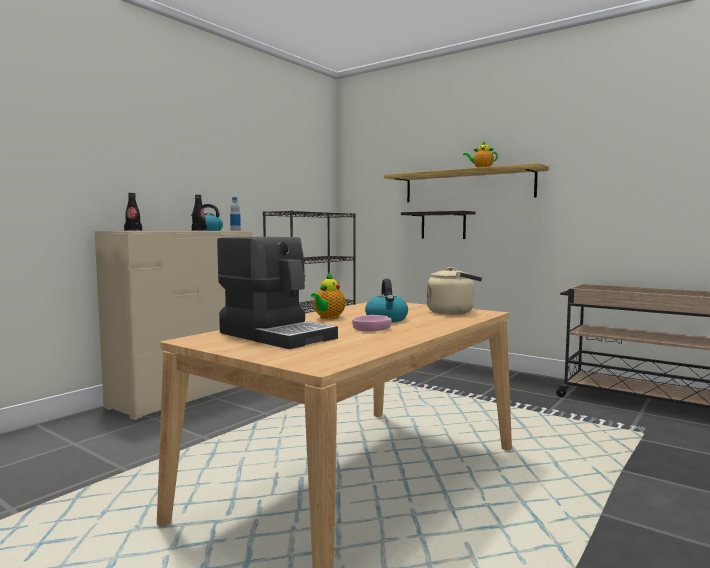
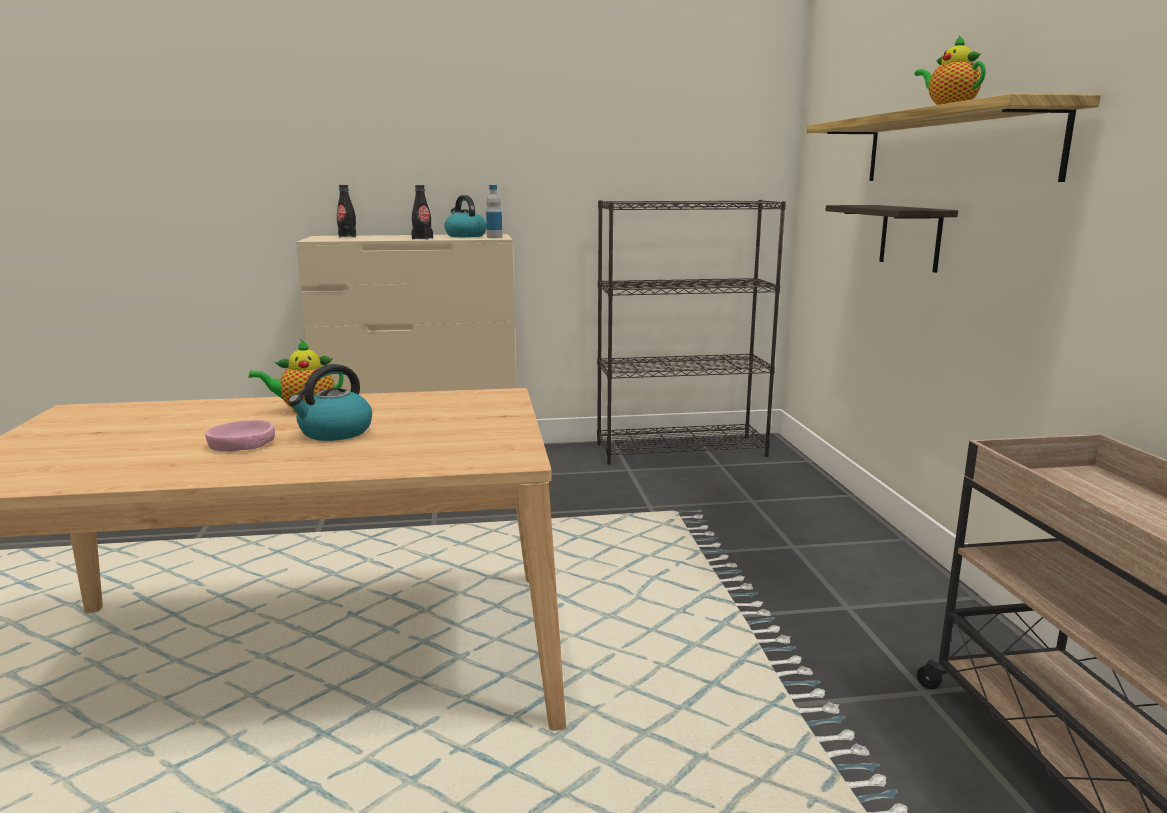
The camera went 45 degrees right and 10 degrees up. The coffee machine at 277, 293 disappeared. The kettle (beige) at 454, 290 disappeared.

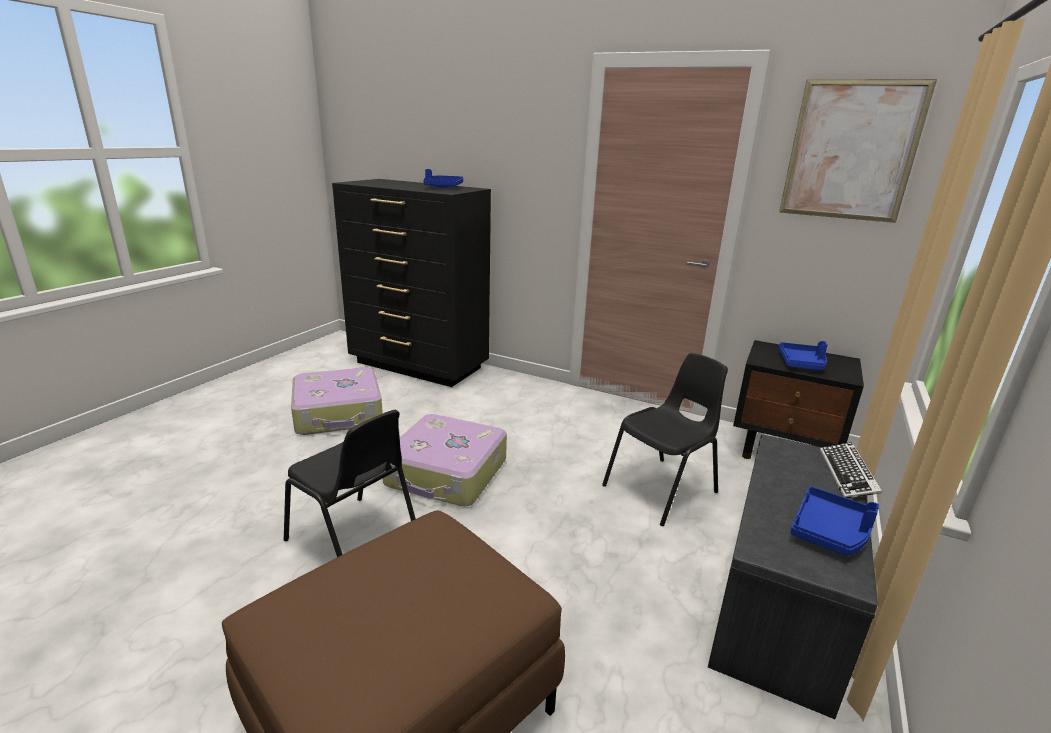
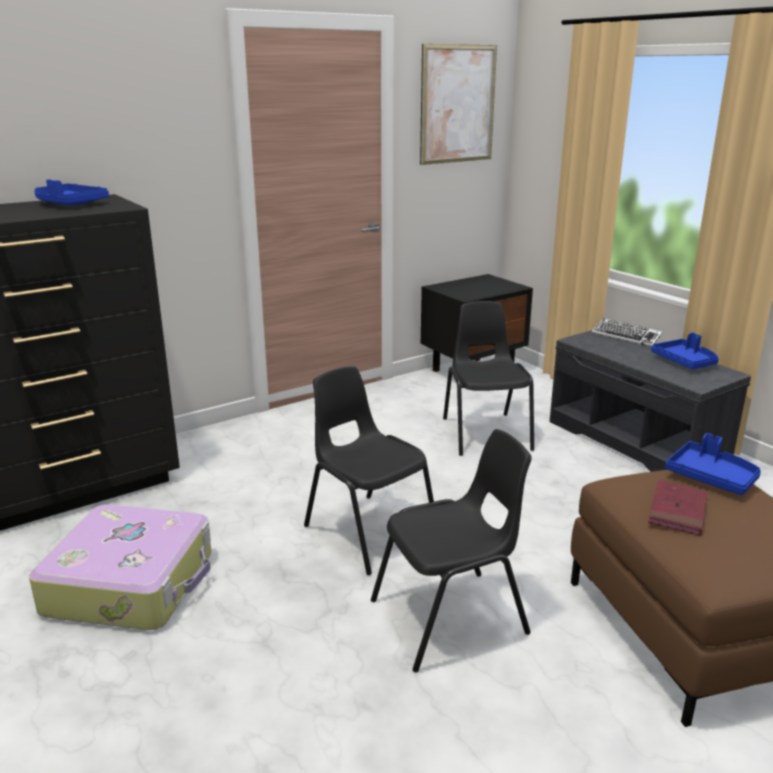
The camera went 60 degrees left and 0 degrees up. The tray (blue) moved from 803, 355 to 713, 464. The suitcase at 444, 460 was replaced by the chair (black) at 369, 470. The book (red) at 677, 507 appeared.

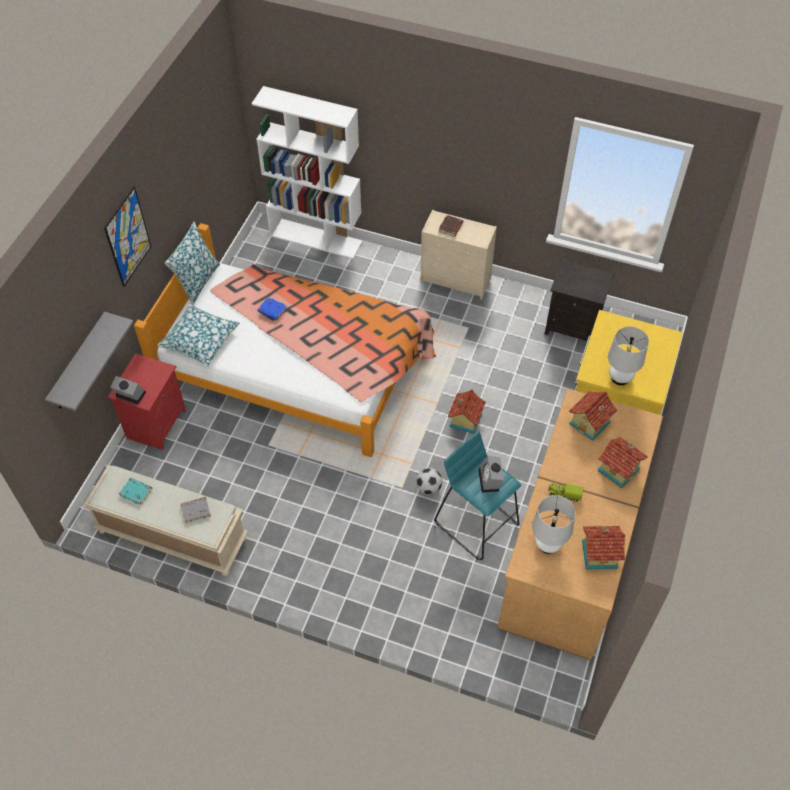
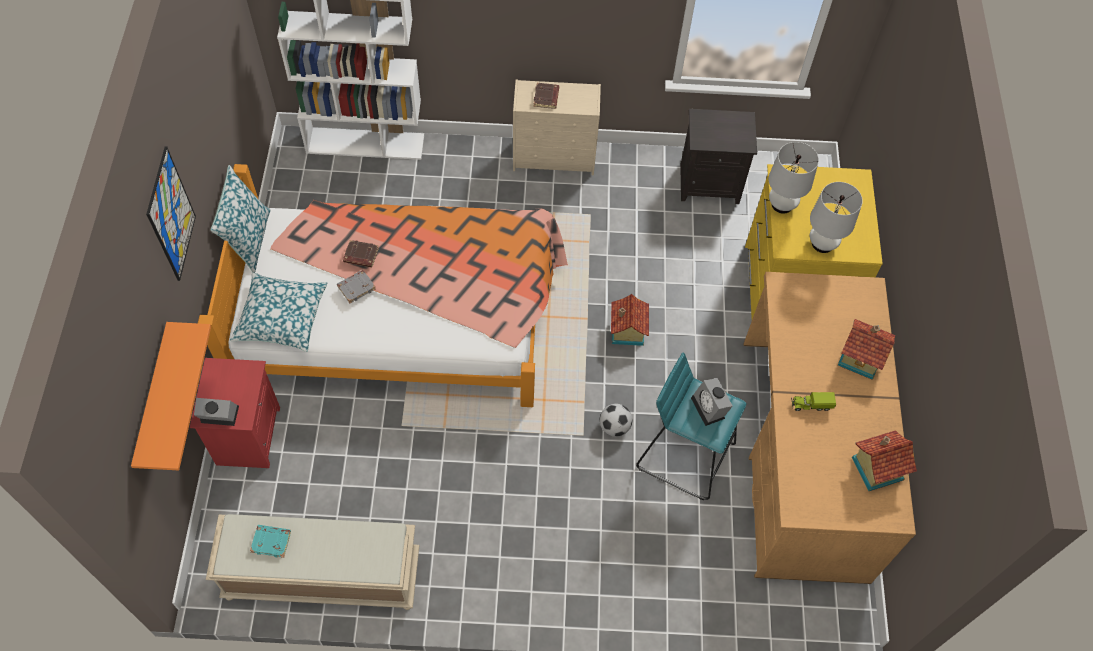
The camera went 20 degrees left and 5 degrees up. The book (blue) at 272, 308 became the book (brown) at 361, 254. The shelf (grey) at 89, 361 became the shelf (orange) at 171, 396. The toy house at 593, 416 disappeared. The table lamp (white) moved from 553, 524 to 793, 178. The book (grey) moved from 196, 510 to 356, 286.

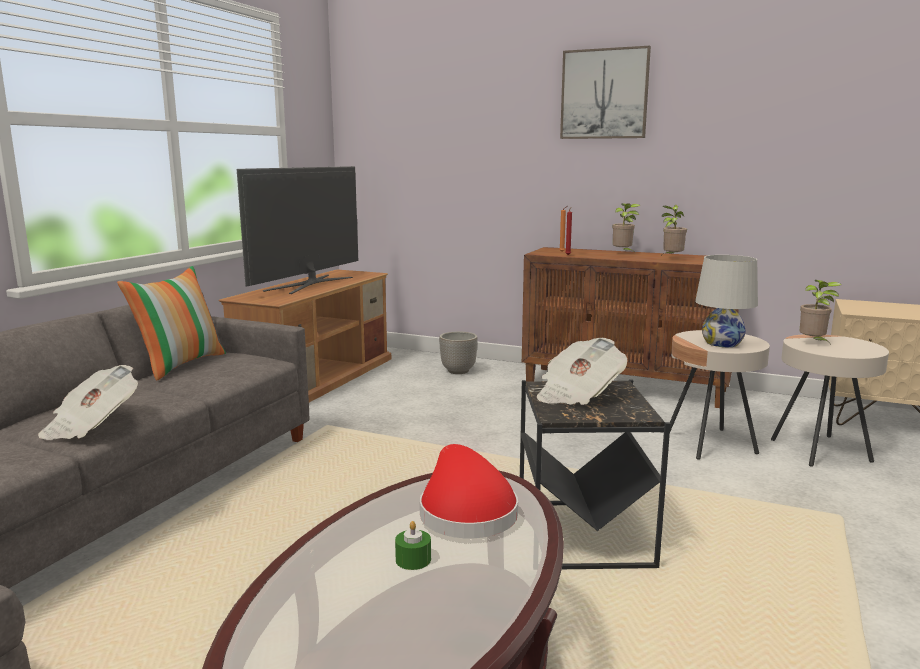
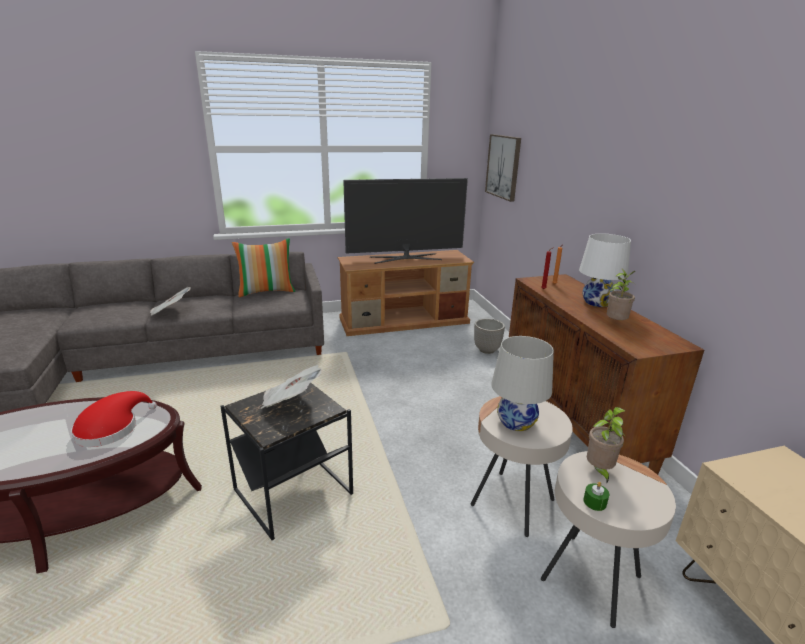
The camera went 50 degrees right and 10 degrees up. The picture moved from 605, 92 to 503, 168. The potted plant at 626, 227 was replaced by the table lamp (white) at 605, 270. The candle (green) moved from 413, 545 to 596, 496.

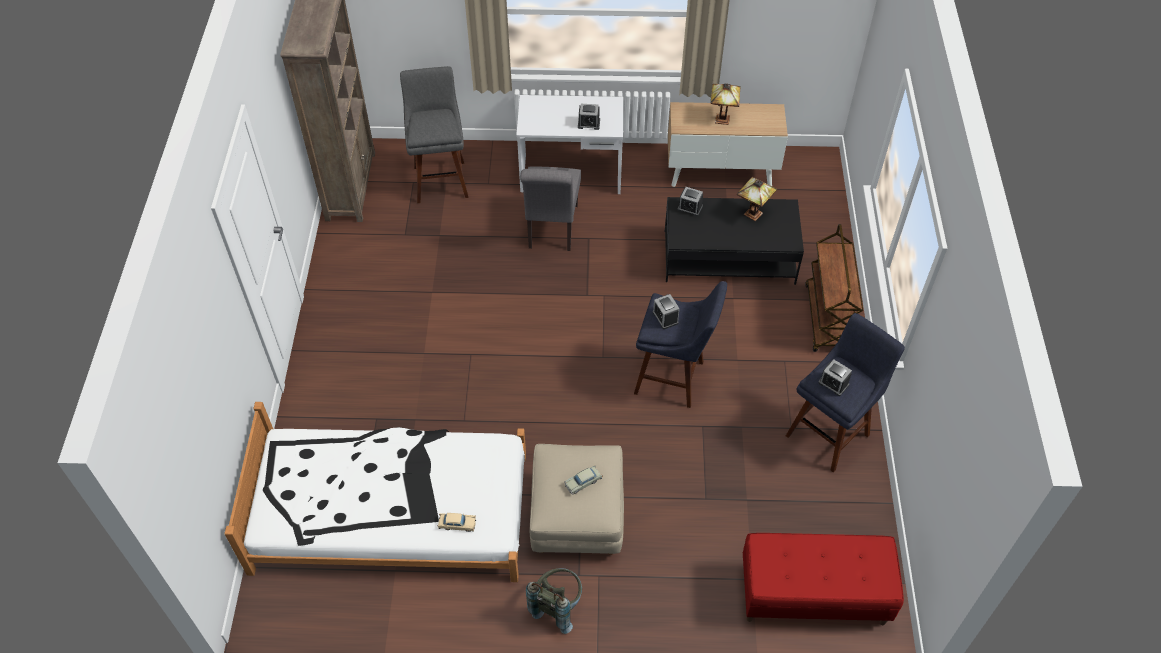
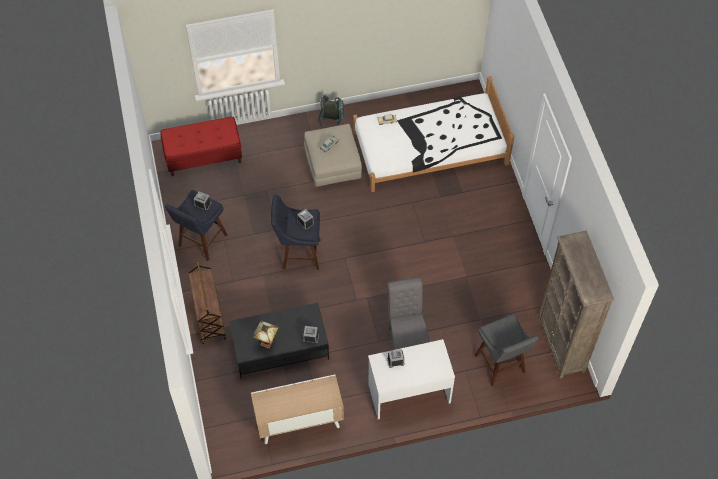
The camera went 165 degrees right and 5 degrees up. The table lamp at 726, 104 disappeared.

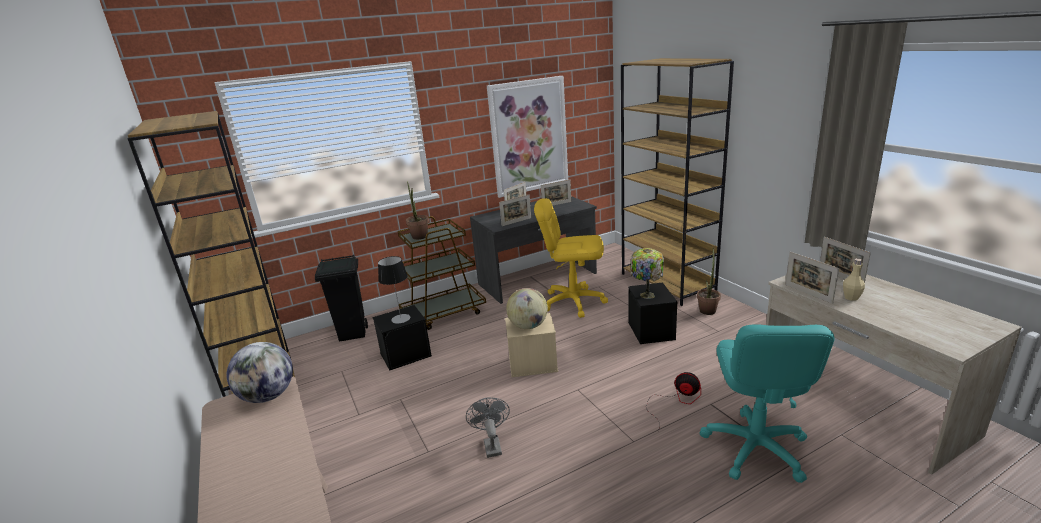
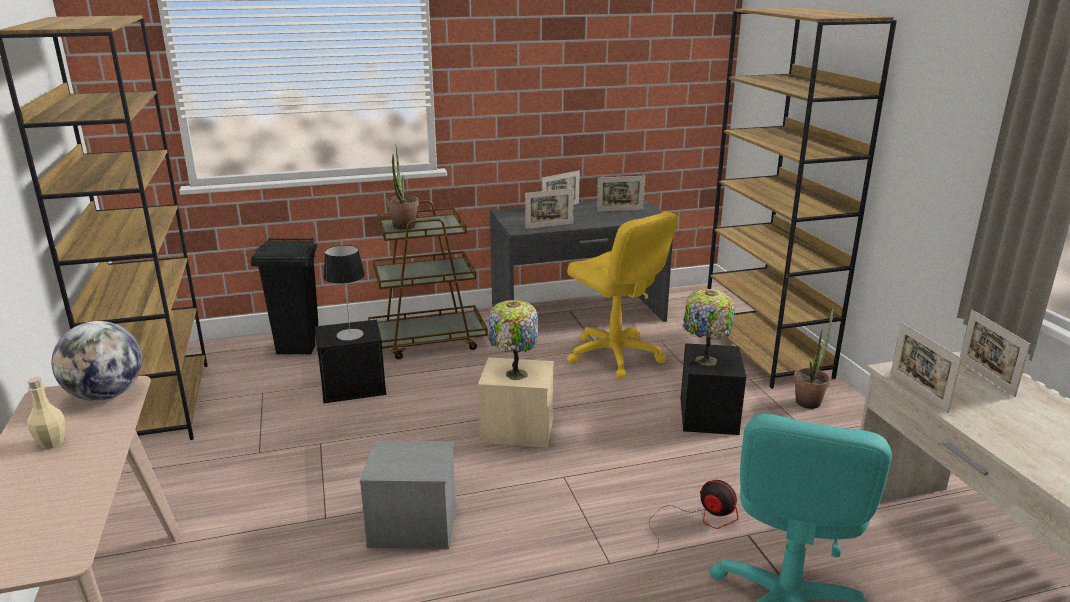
The camera went 10 degrees right and 0 degrees up. The picture at 527, 137 disappeared. The office chair (yellow) at 571, 258 turned 150 degrees counterclockwise. The bottle (beige) moved from 854, 279 to 46, 413. The globe at 527, 308 was replaced by the table lamp at 513, 340. The fan (grey) at 488, 428 was replaced by the storage box (grey) at 408, 495.

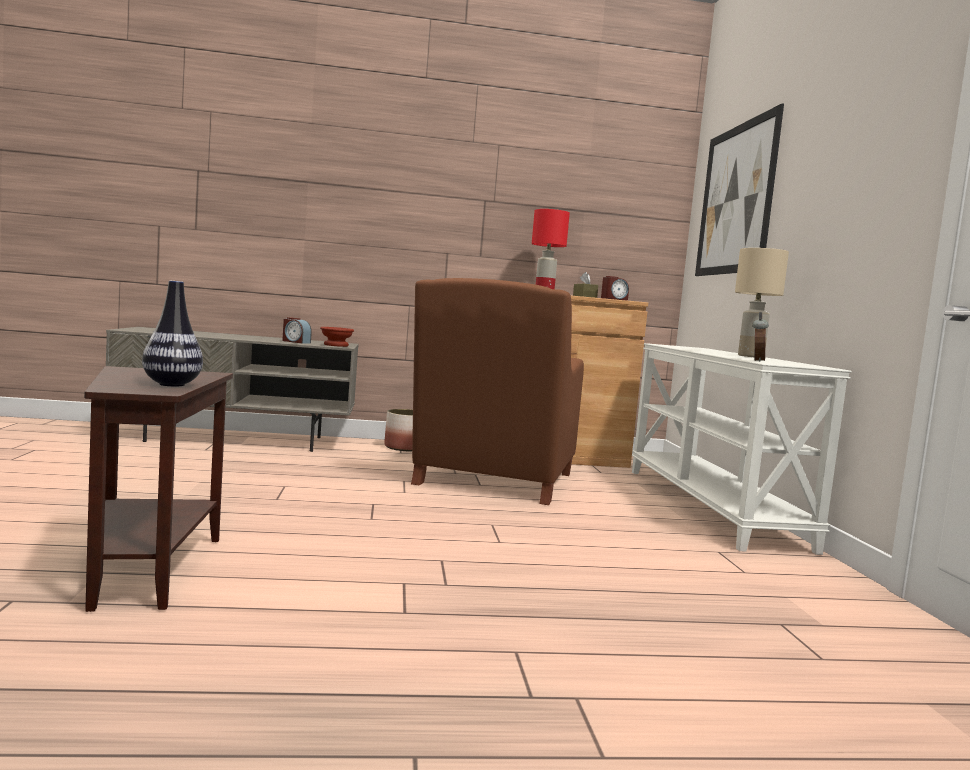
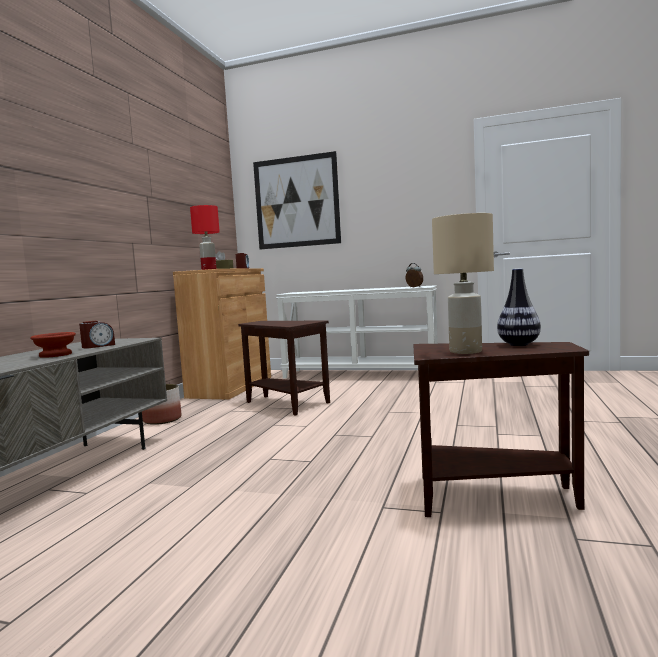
The camera went 65 degrees left and 0 degrees up. The table lamp (beige) moved from 762, 302 to 463, 283. The armchair (brown) at 497, 391 was replaced by the side table (brown) at 284, 368. The bowl (brown) moved from 337, 337 to 53, 345.

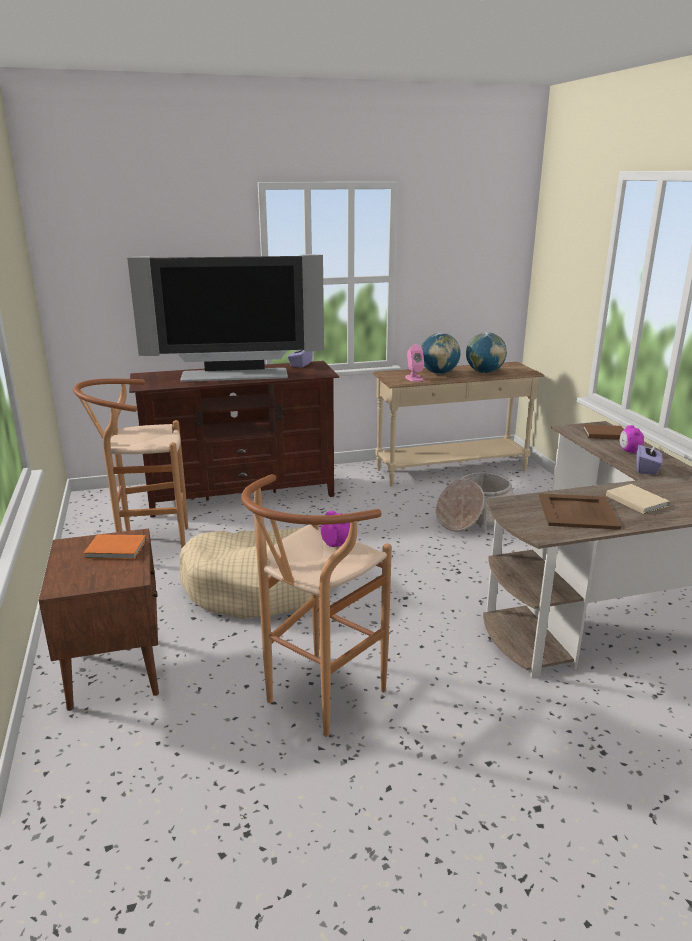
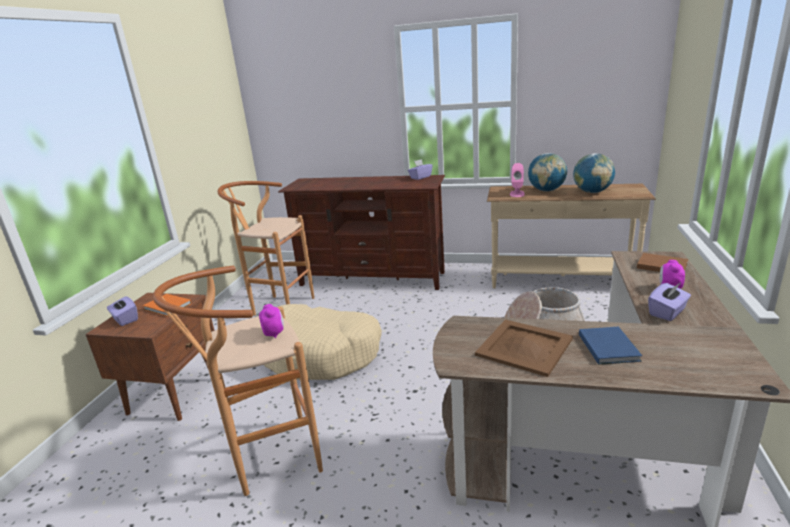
The camera went 30 degrees right and 0 degrees up. The television at 225, 318 disappeared. The book (beige) at 637, 499 became the book (blue) at 610, 346. The tissue box (purple) at 122, 311 appeared.

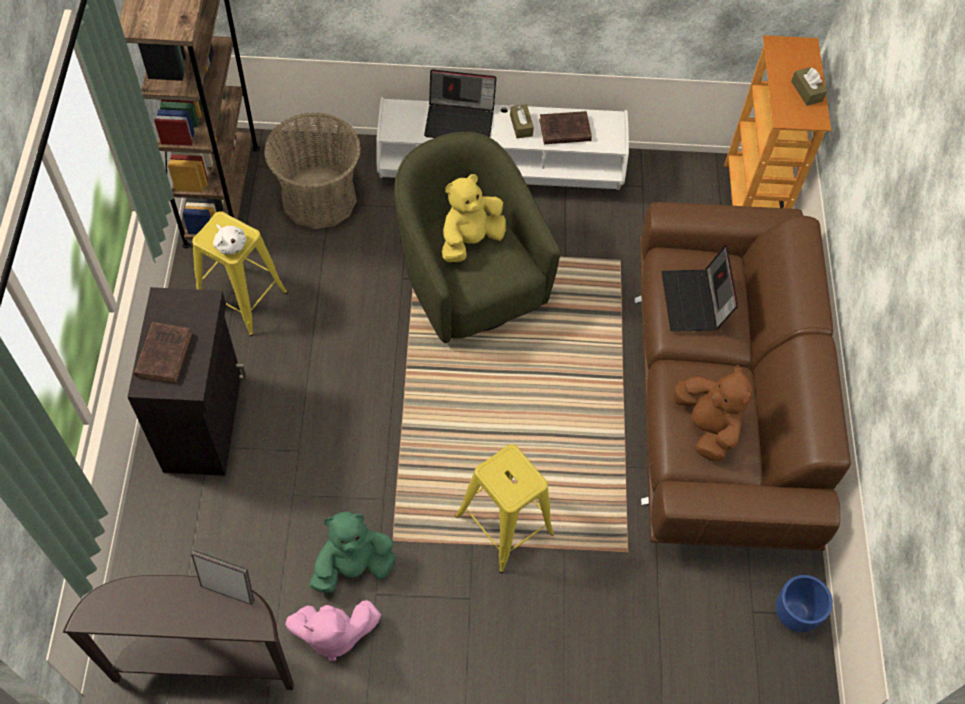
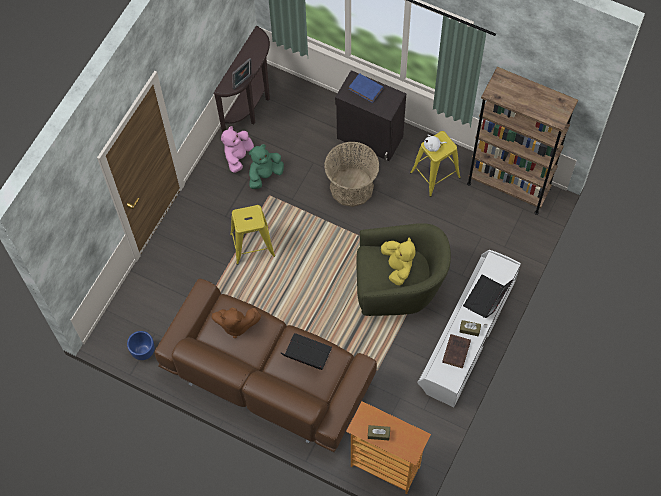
The camera went 120 degrees right and 5 degrees up. The basket moved from 312, 170 to 352, 174. The book (brown) at 163, 352 became the book (blue) at 366, 88. The plush toy (green) at 352, 552 turned 135 degrees counterclockwise.

